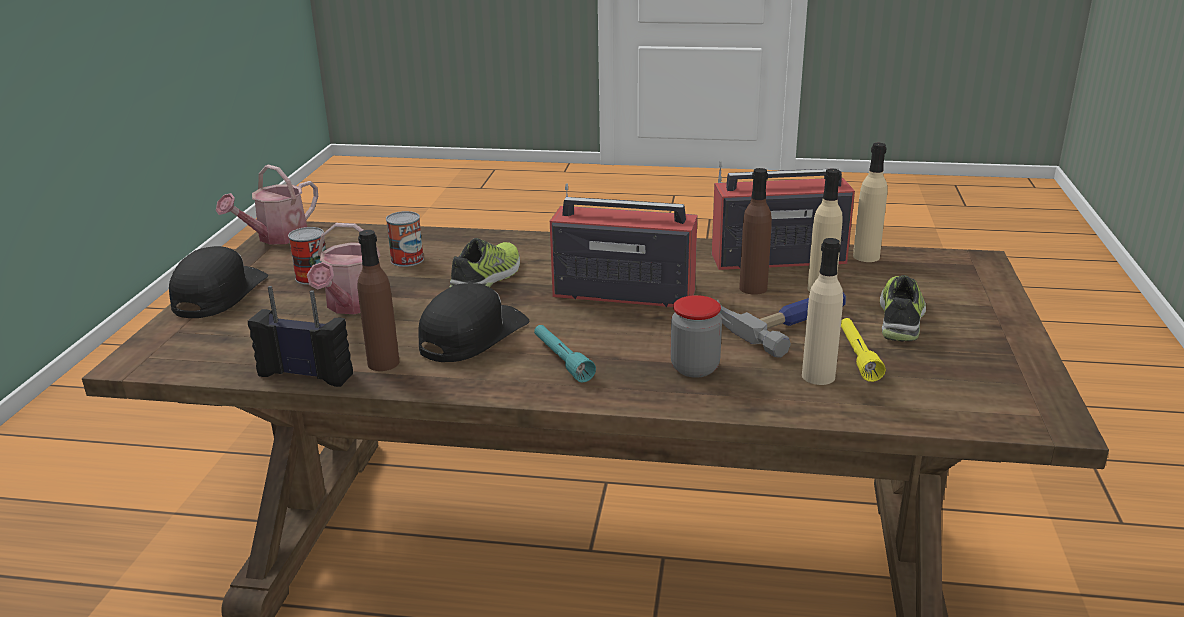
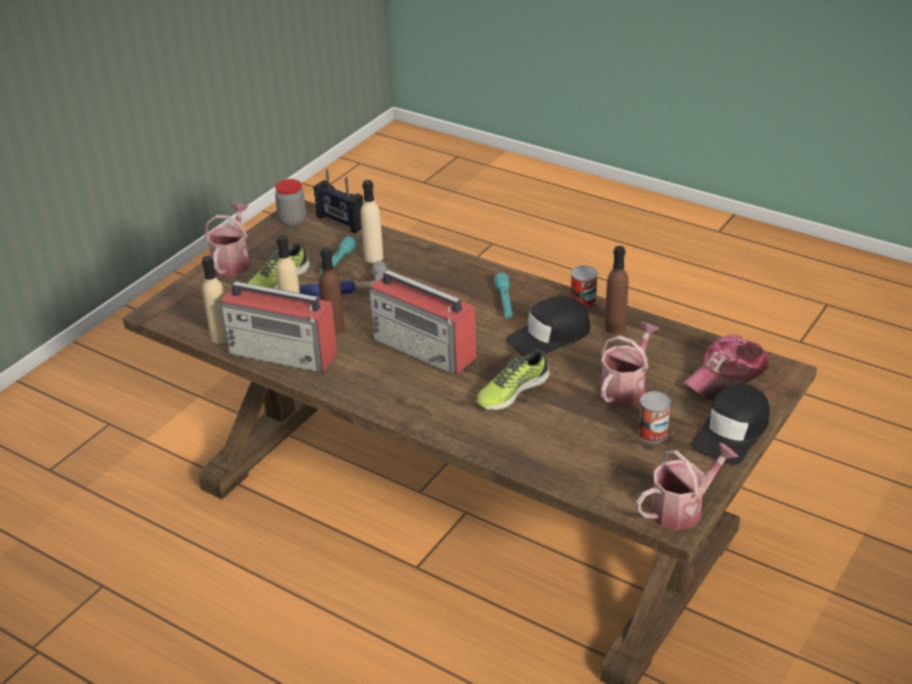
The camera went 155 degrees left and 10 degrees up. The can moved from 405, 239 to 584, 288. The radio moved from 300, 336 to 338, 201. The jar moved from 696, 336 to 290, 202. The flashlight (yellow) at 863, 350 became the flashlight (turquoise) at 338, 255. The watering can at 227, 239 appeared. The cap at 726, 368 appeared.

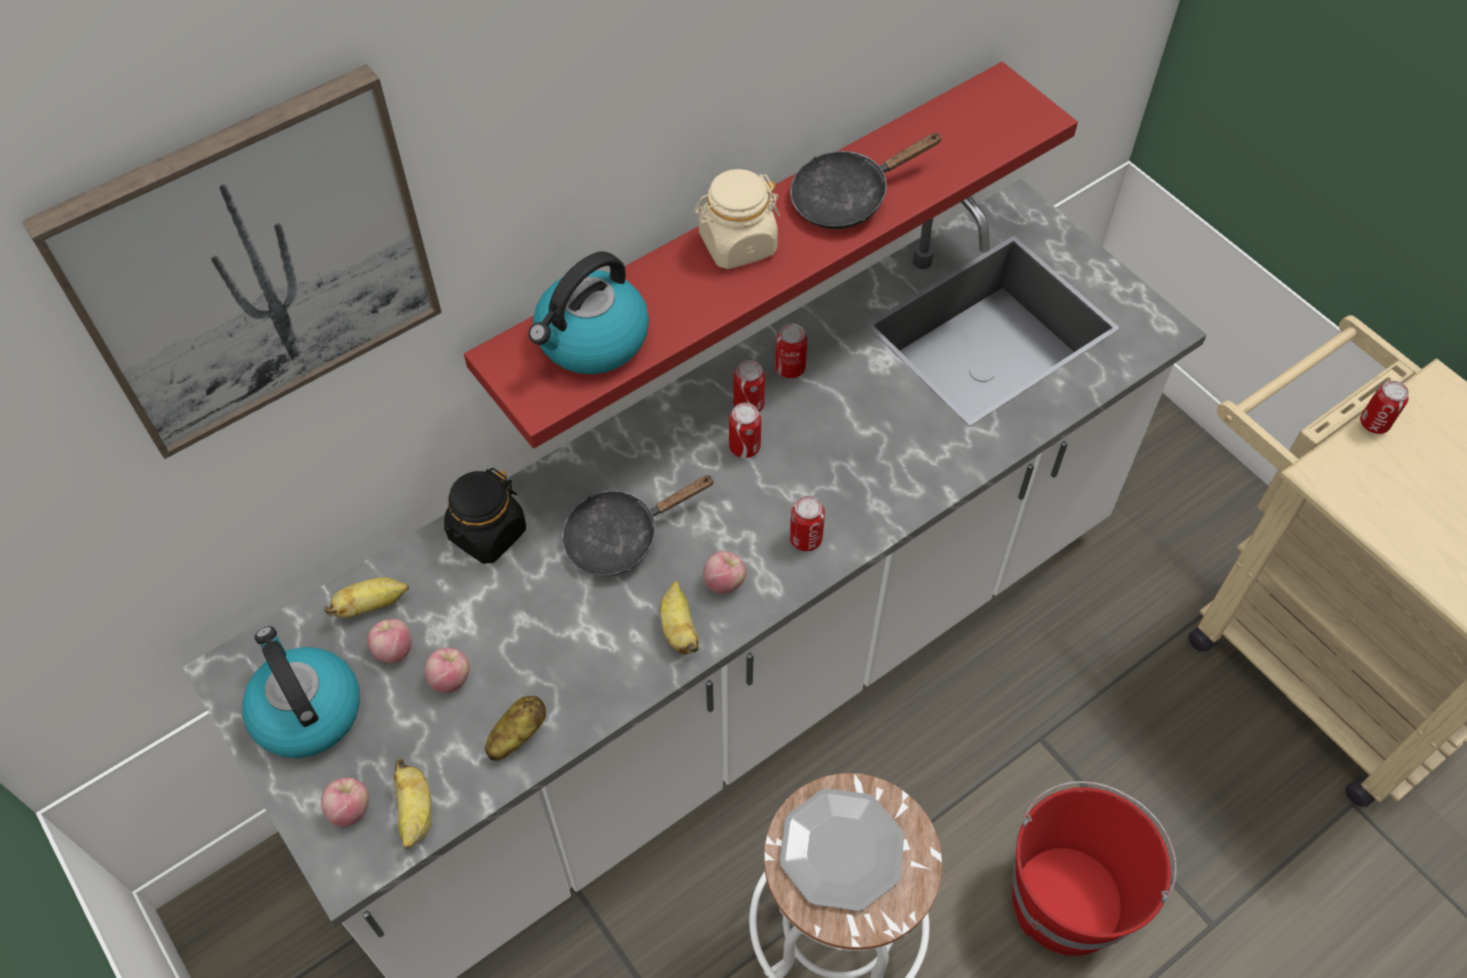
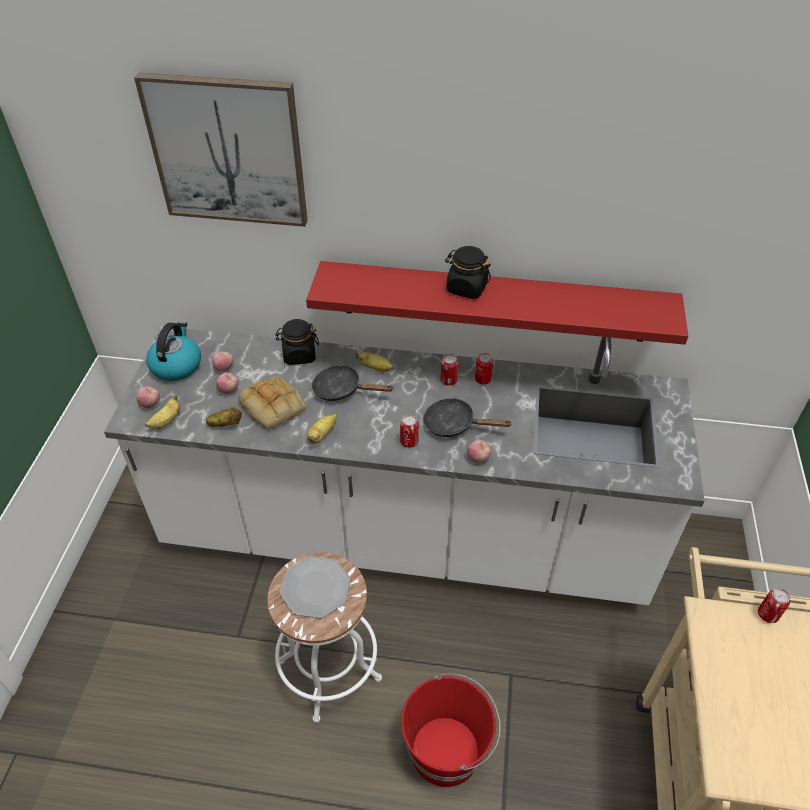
The camera went 45 degrees right and 10 degrees down. The frying pan (black) moved from 866, 181 to 467, 417. The jar (beige) at 737, 219 became the jar (black) at 468, 272. The kettle at 589, 312 disappeared. The can at 745, 430 disappeared. The apple moved from 724, 572 to 479, 451. The banana moved from 366, 598 to 374, 362. The bread at 272, 403 appeared.

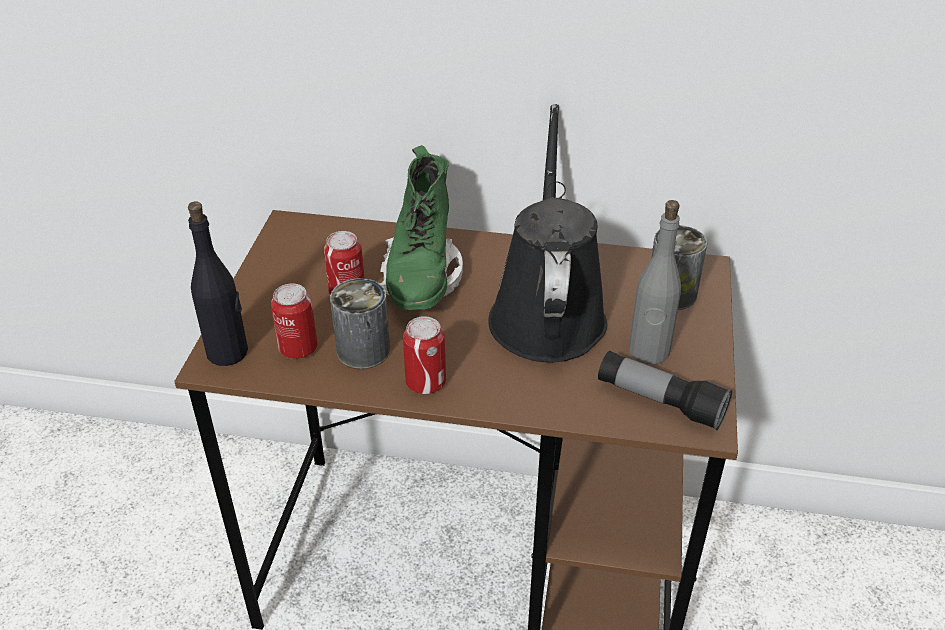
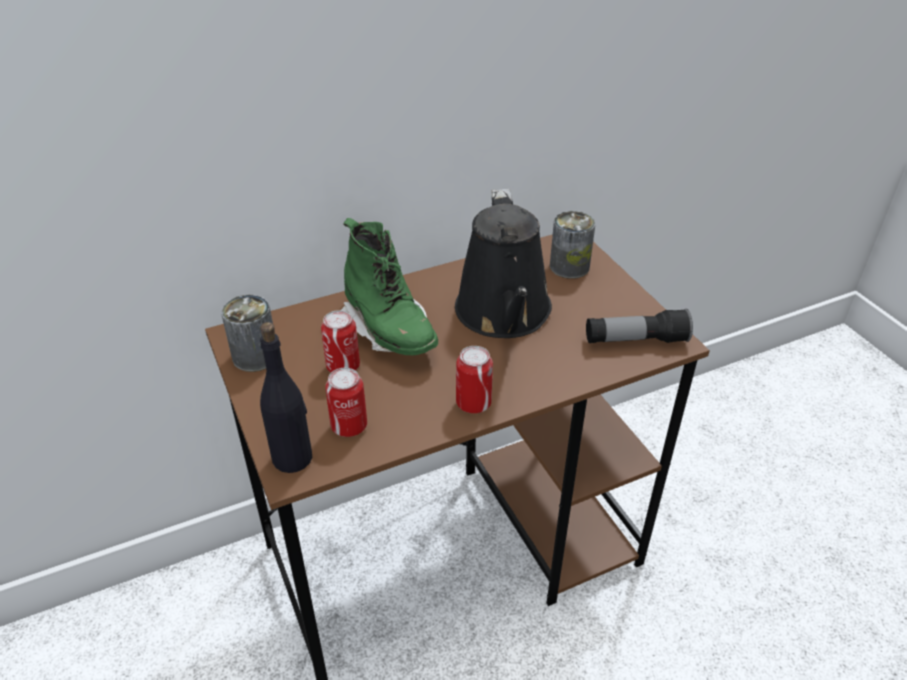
The camera went 35 degrees left and 0 degrees up. The watering can (black) at 547, 233 turned 150 degrees counterclockwise. The bottle (grey) at 655, 282 disappeared. The can moved from 360, 323 to 247, 333.

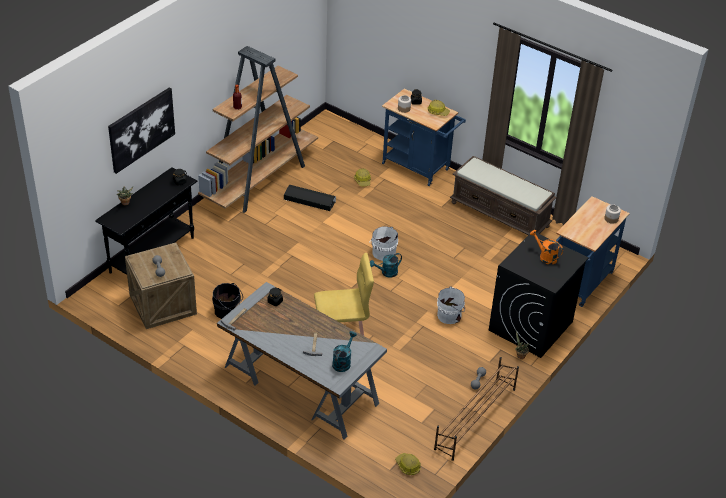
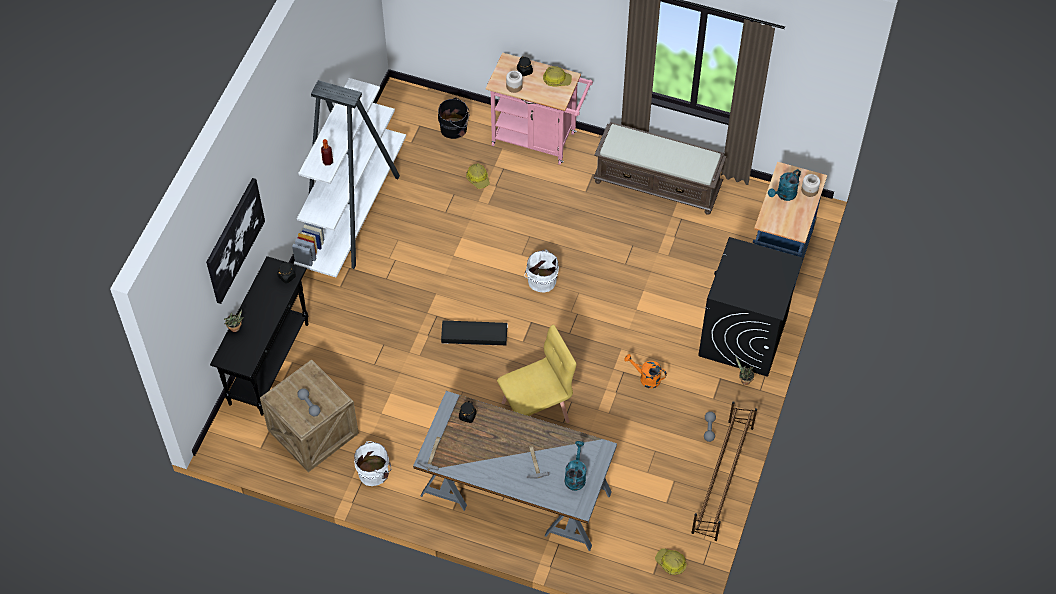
The camera went 15 degrees left and 15 degrees up. The bookcase (brown) at 258, 129 became the bookcase (white) at 349, 177. The cart (blue) at 424, 137 became the cart (pink) at 539, 109. The storage box (black) moved from 310, 198 to 474, 332. The watering can (orange) moved from 546, 247 to 645, 371. The watering can (turquoise) moved from 386, 265 to 784, 185. The bucket (black) moved from 227, 301 to 453, 118. The bucket (white) moved from 451, 305 to 372, 463.

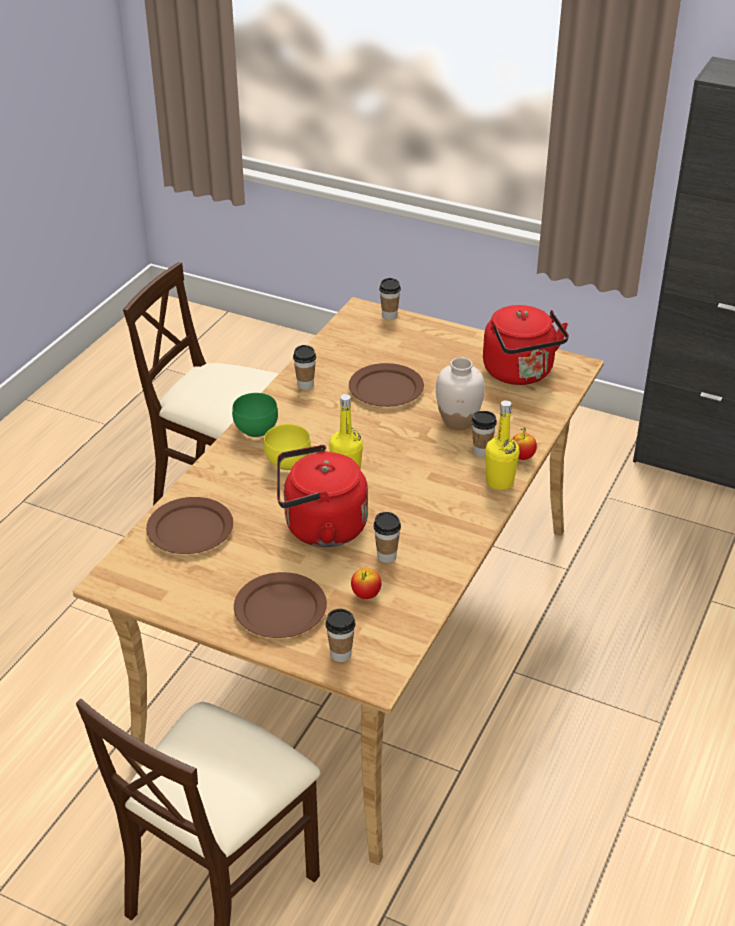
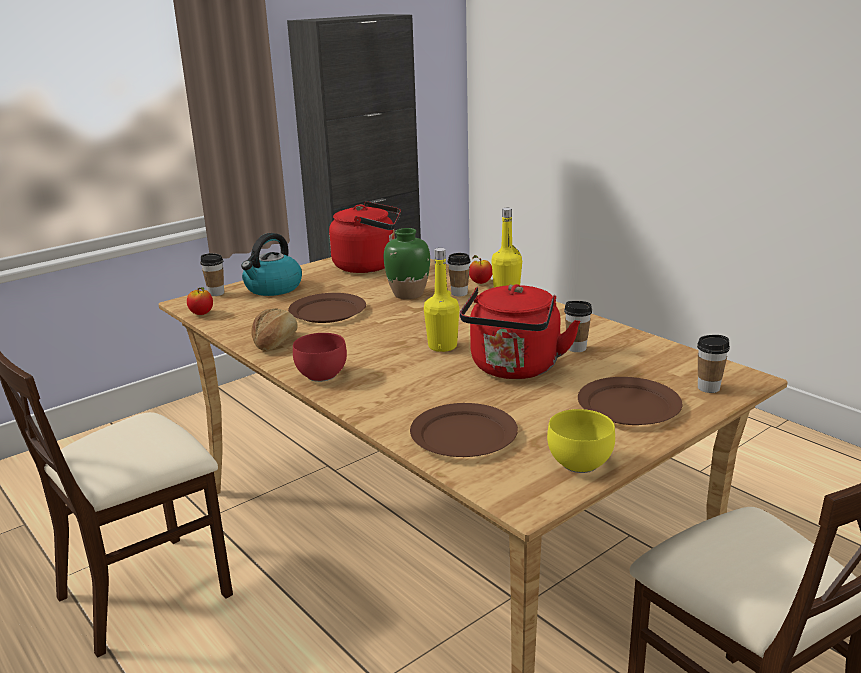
The camera went 65 degrees left and 15 degrees down. The cup at 304, 367 was replaced by the bread at 274, 329. The vase (white) at 460, 393 became the vase (green) at 407, 263. The bowl (green) at 255, 415 became the bowl (red) at 320, 357. The bowl (yellow) moved from 287, 447 to 581, 441. The apple moved from 366, 583 to 200, 301. The kettle at 271, 264 appeared.

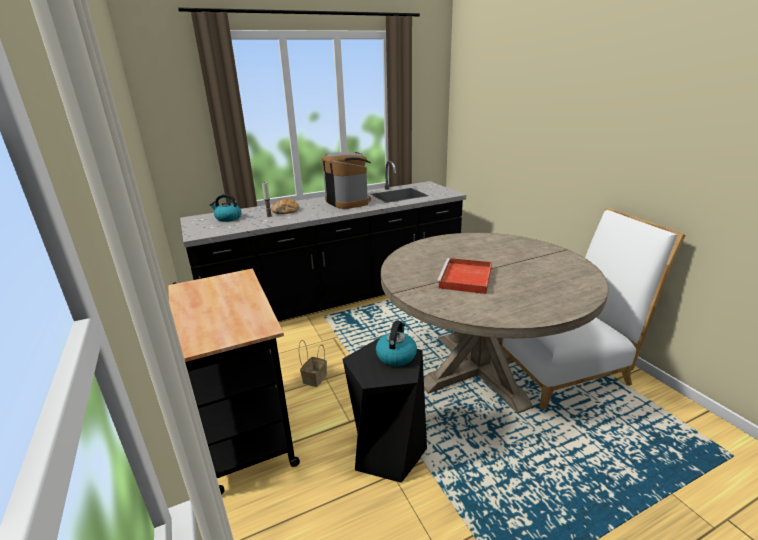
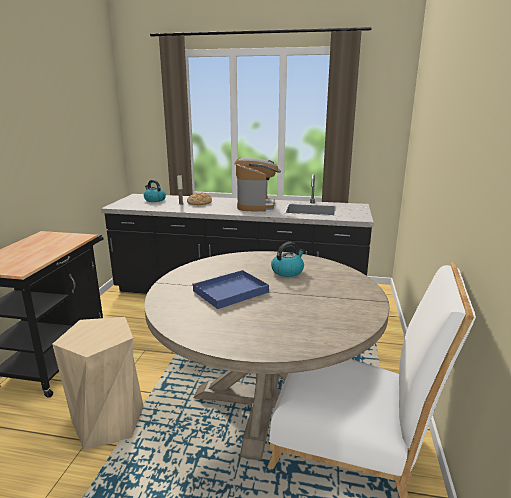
The camera went 35 degrees right and 5 degrees down. The tray (red) at 464, 276 became the tray (blue) at 230, 289. The kettle moved from 396, 343 to 287, 259. The stool (black) at 385, 410 became the stool (beige) at 97, 383. The basket at 313, 363 disappeared.

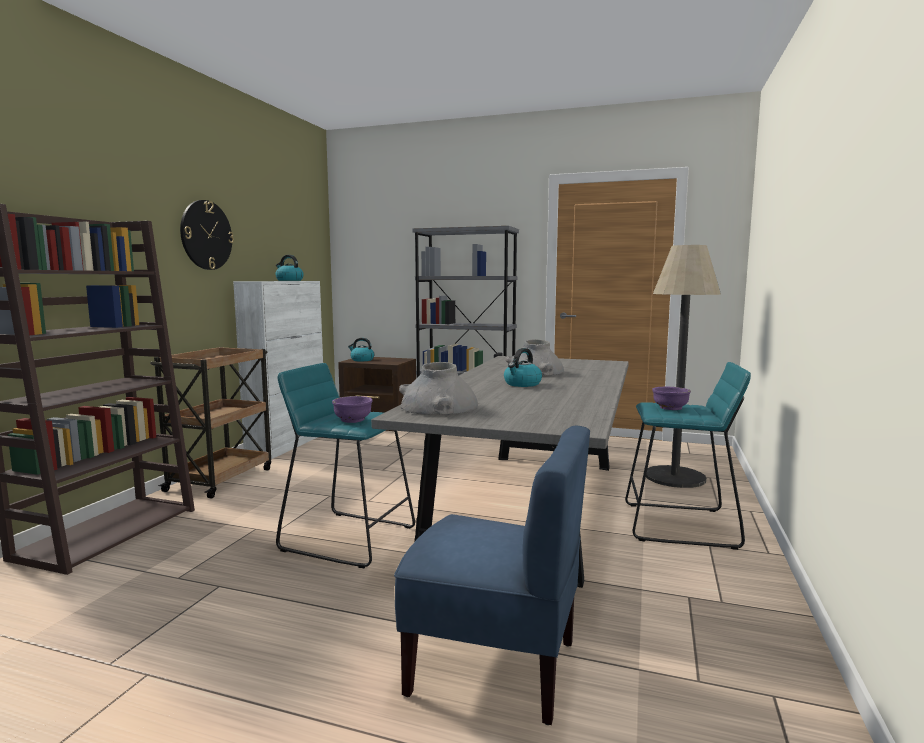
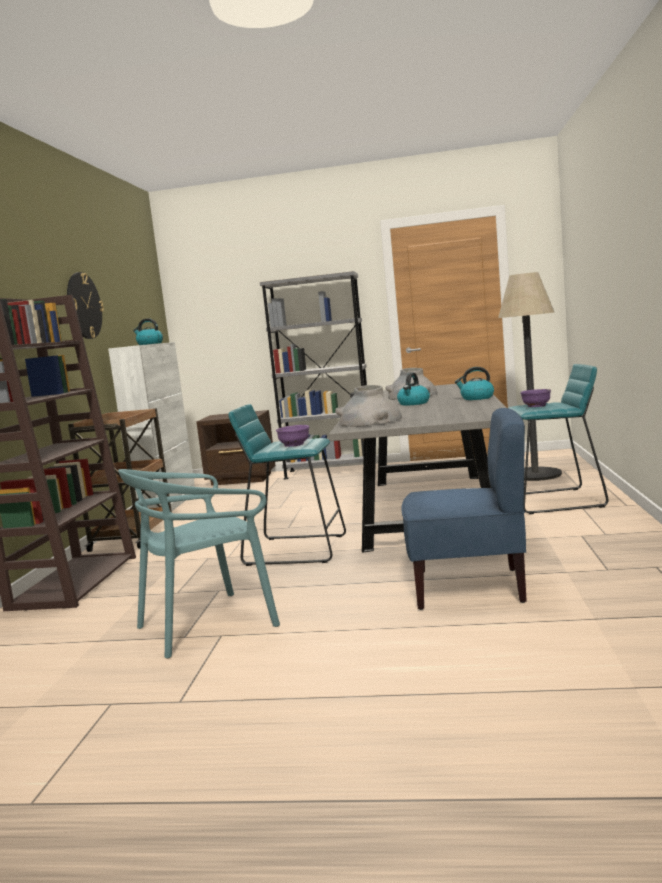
The camera went 10 degrees left and 0 degrees up. The kettle moved from 361, 349 to 474, 383. The chair (turquoise) at 199, 563 appeared.

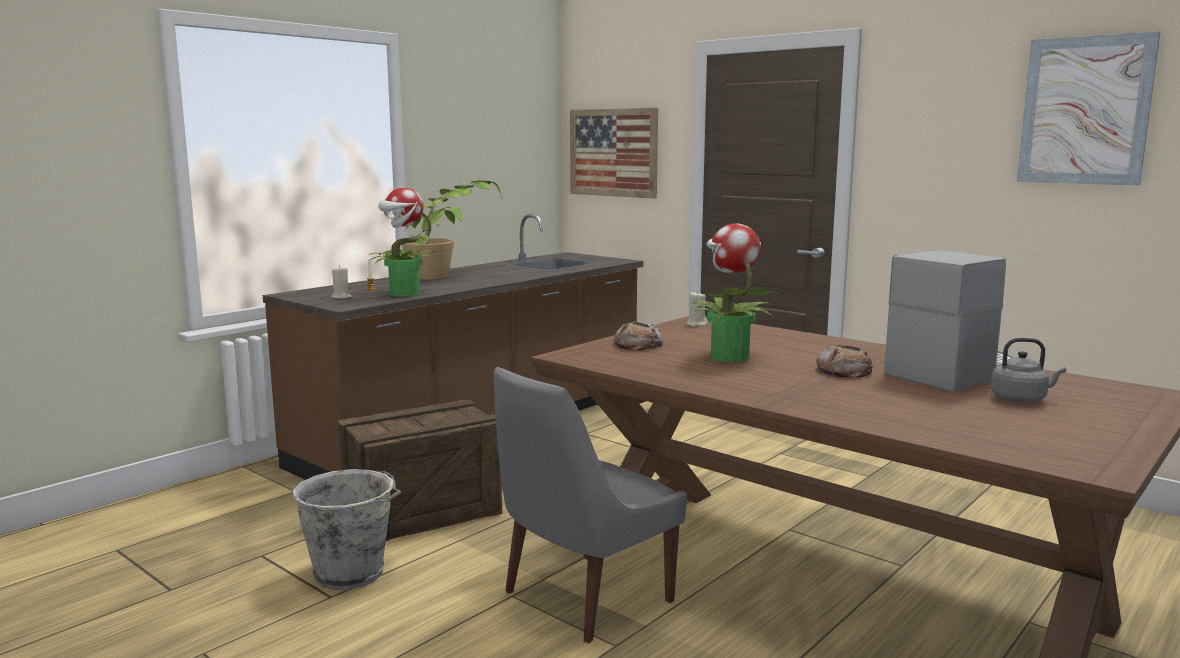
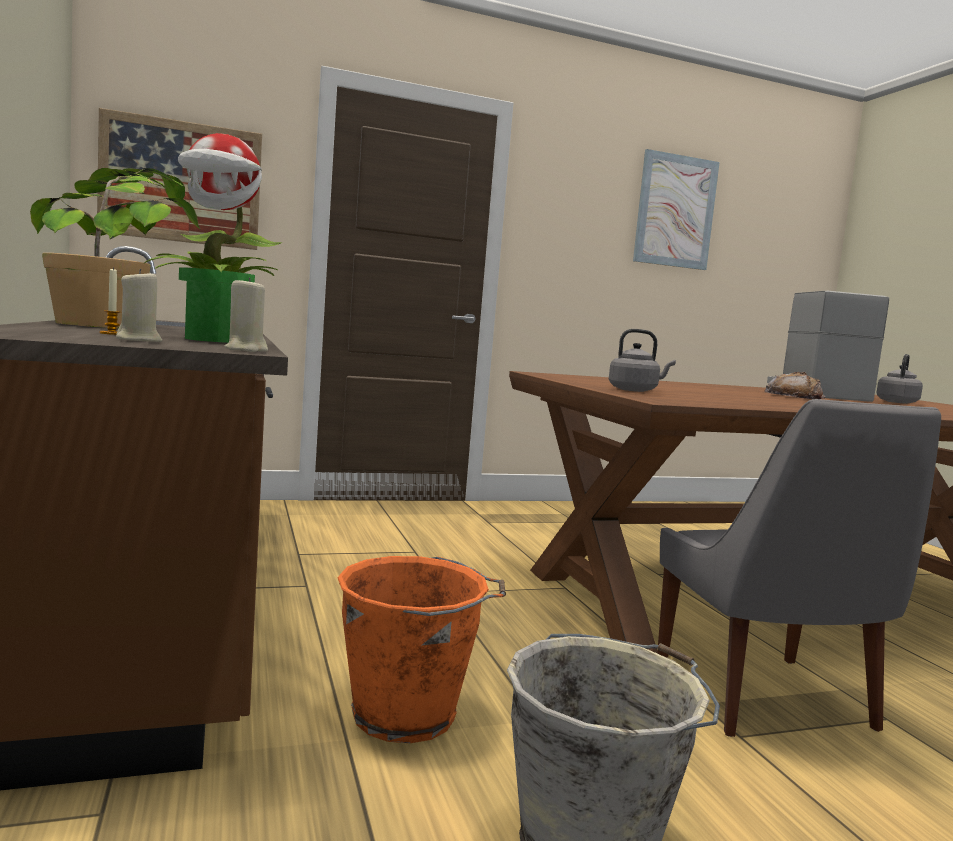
The camera went 60 degrees left and 5 degrees down. The potted plant at 733, 292 disappeared. The candle (beige) moved from 697, 309 to 246, 315. The bread at 638, 335 was replaced by the kettle (grey) at 642, 360. The crate at 420, 470 was replaced by the bucket (orange) at 422, 649.

